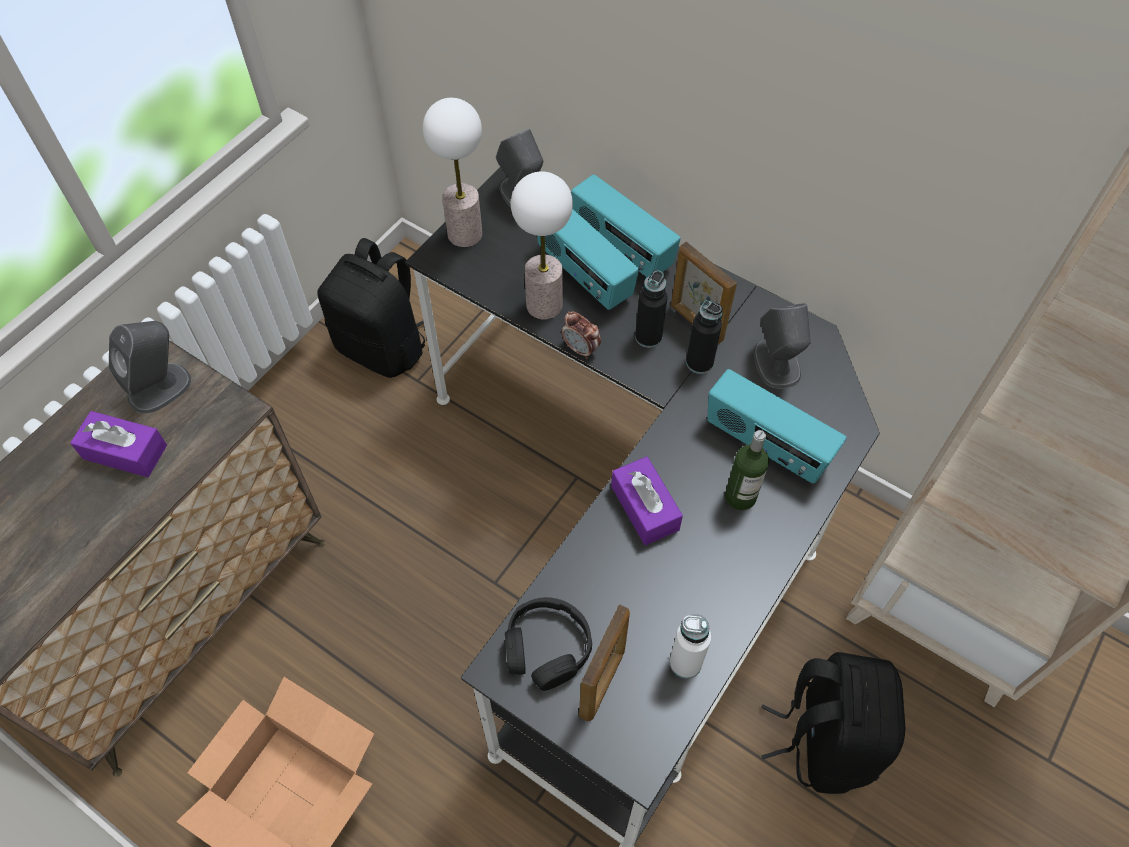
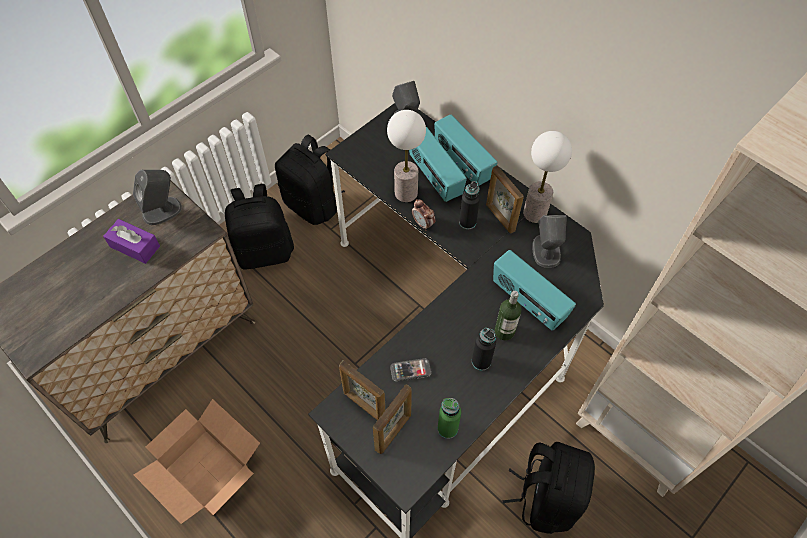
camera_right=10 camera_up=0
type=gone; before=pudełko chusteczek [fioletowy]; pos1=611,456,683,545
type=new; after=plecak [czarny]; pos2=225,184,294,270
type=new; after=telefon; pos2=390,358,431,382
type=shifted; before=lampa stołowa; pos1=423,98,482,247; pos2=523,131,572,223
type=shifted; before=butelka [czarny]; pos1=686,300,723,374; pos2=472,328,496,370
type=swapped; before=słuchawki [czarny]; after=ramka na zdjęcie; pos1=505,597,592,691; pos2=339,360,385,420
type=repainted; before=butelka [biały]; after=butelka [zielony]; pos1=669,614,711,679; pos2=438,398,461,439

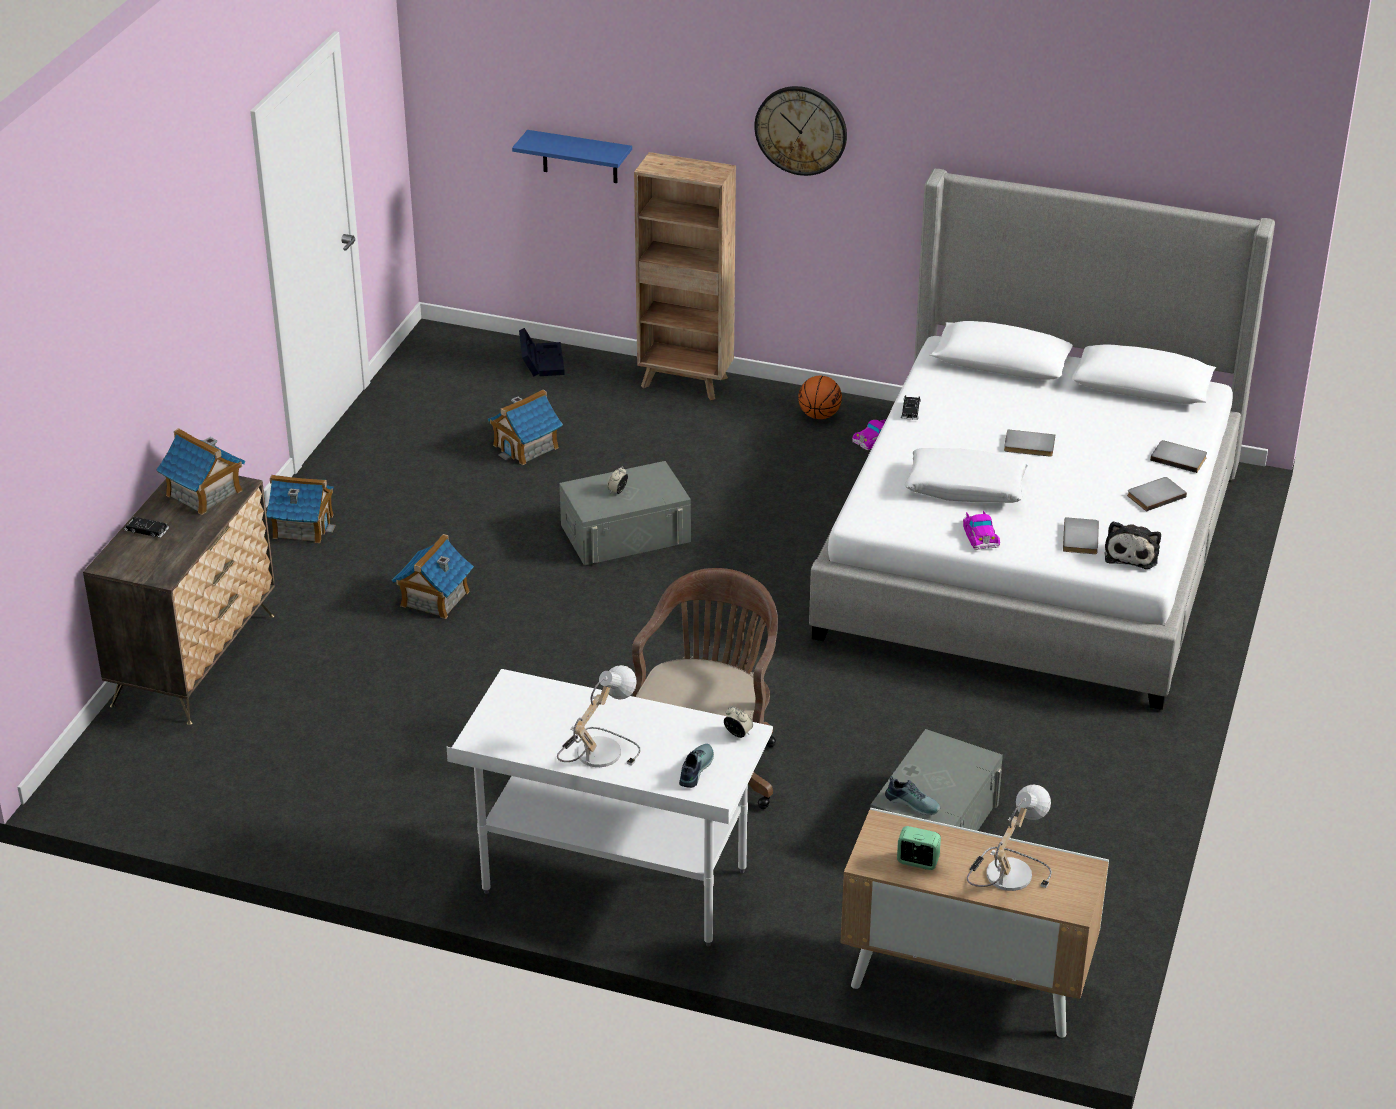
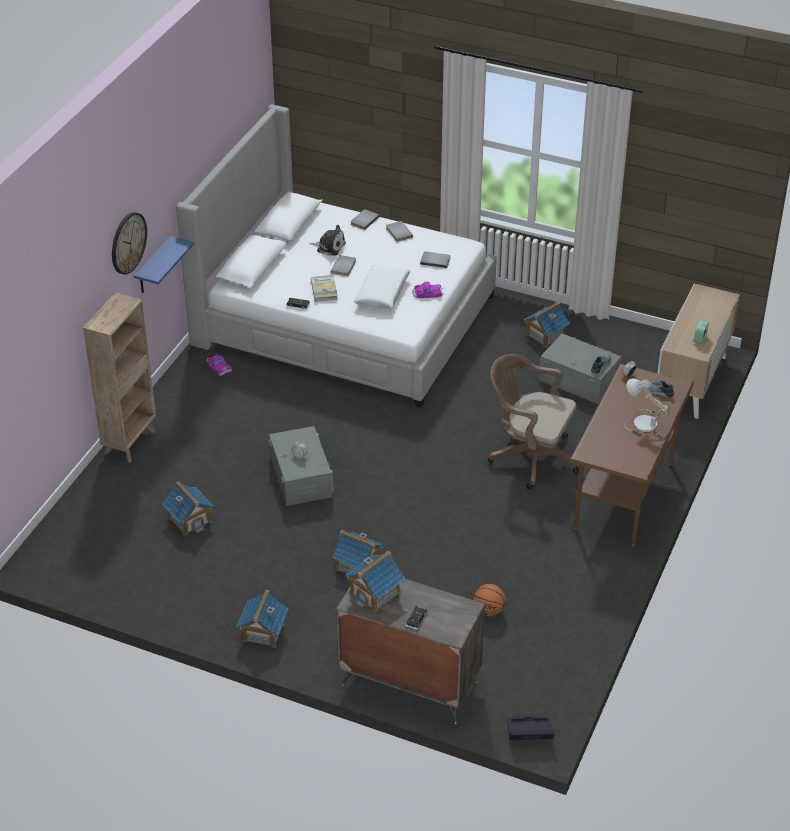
camera_right=-85 camera_up=5
type=gone; before=lampa stołowa; pos1=967,784,1052,891
type=new; after=książka; pos2=311,275,338,302
type=new; after=domek; pos2=523,302,570,348
type=shifted; before=półka [niebieski]; pos1=512,130,632,183; pos2=134,236,194,293
type=shifted; before=pojemnik do przechowywania [czarny]; pos1=519,328,565,376; pos2=508,716,555,740
type=shifted; before=piłka do koszykówki; pos1=798,376,842,419; pos2=473,584,506,616
type=shifted; before=pluszak; pos1=1105,521,1161,569; pos2=310,225,346,255
type=repainted; before=biurko [biały]; after=biurko [brązowy]; pos1=447,669,773,947; pos2=570,364,694,546

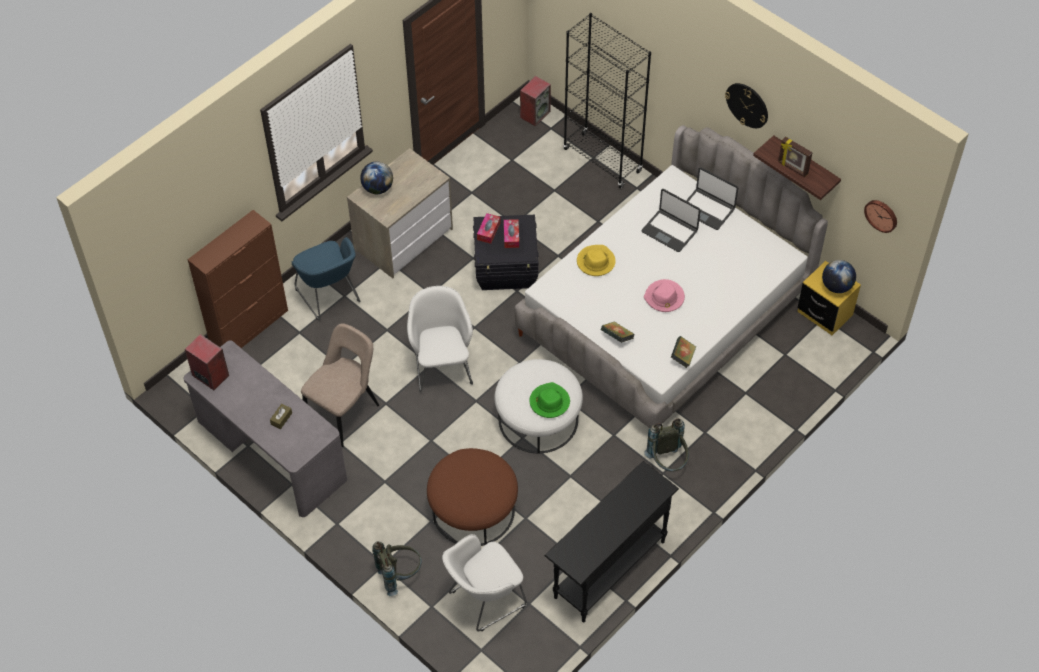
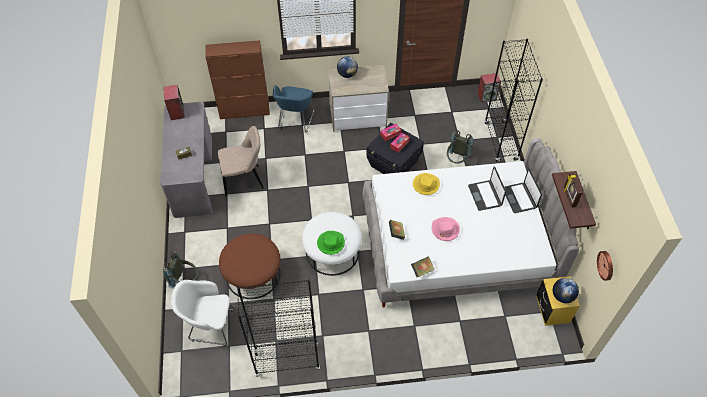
camera_right=40 camera_up=0
type=gone; before=fotel [biały]; pos1=407,286,473,392
type=gone; before=zegar ścienny; pos1=725,83,768,128
type=shifted; before=plecak [szary]; pos1=644,419,689,472; pos2=447,130,474,164
type=swapped; before=stolik konsolowy [czarny]; after=regał [czarny]; pos1=544,461,679,622; pos2=237,279,320,377

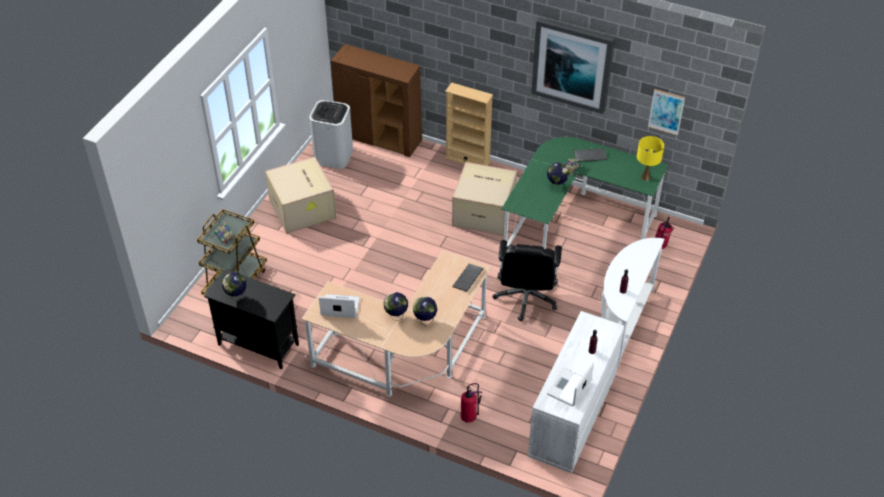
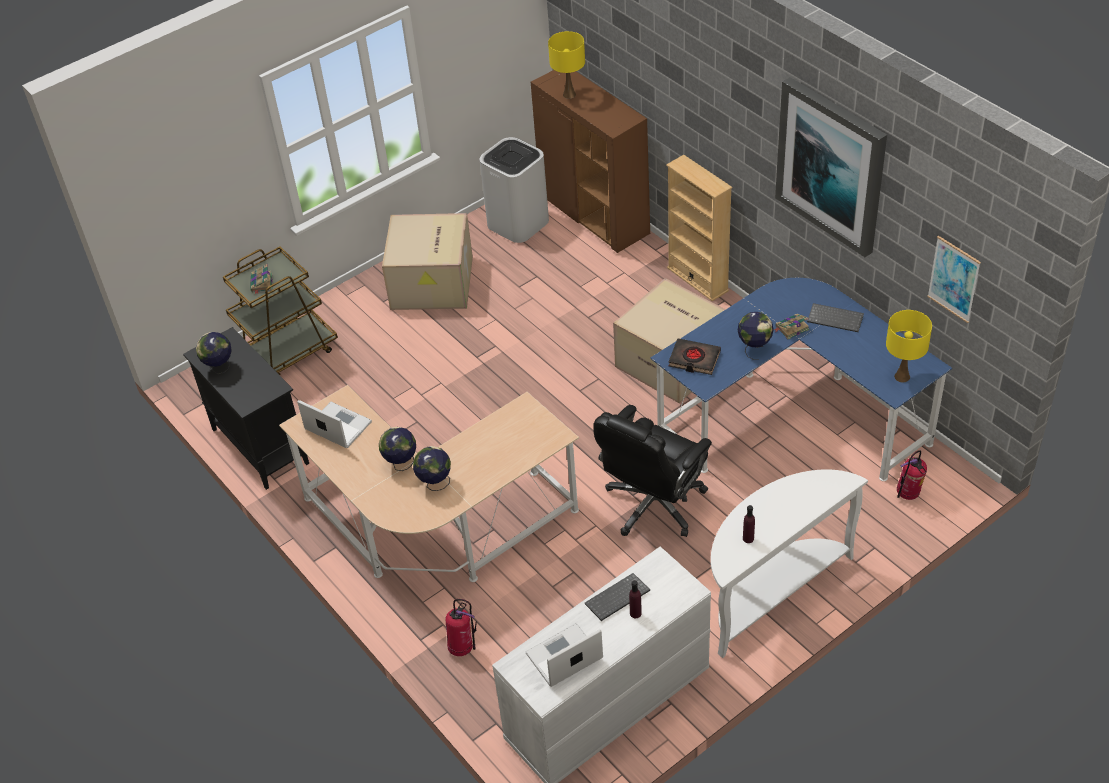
camera_right=30 camera_up=0
type=new; after=lampa stołowa [żółty]; pos2=548,31,585,99
type=new; after=książka [czarny]; pos2=668,338,721,375
type=shifted; before=klawiatura; pos1=452,264,483,292; pos2=585,573,650,621
type=repainted; before=biurko [zielony]; after=biurko [niebieski]; pos1=501,137,668,249; pos2=650,278,952,481

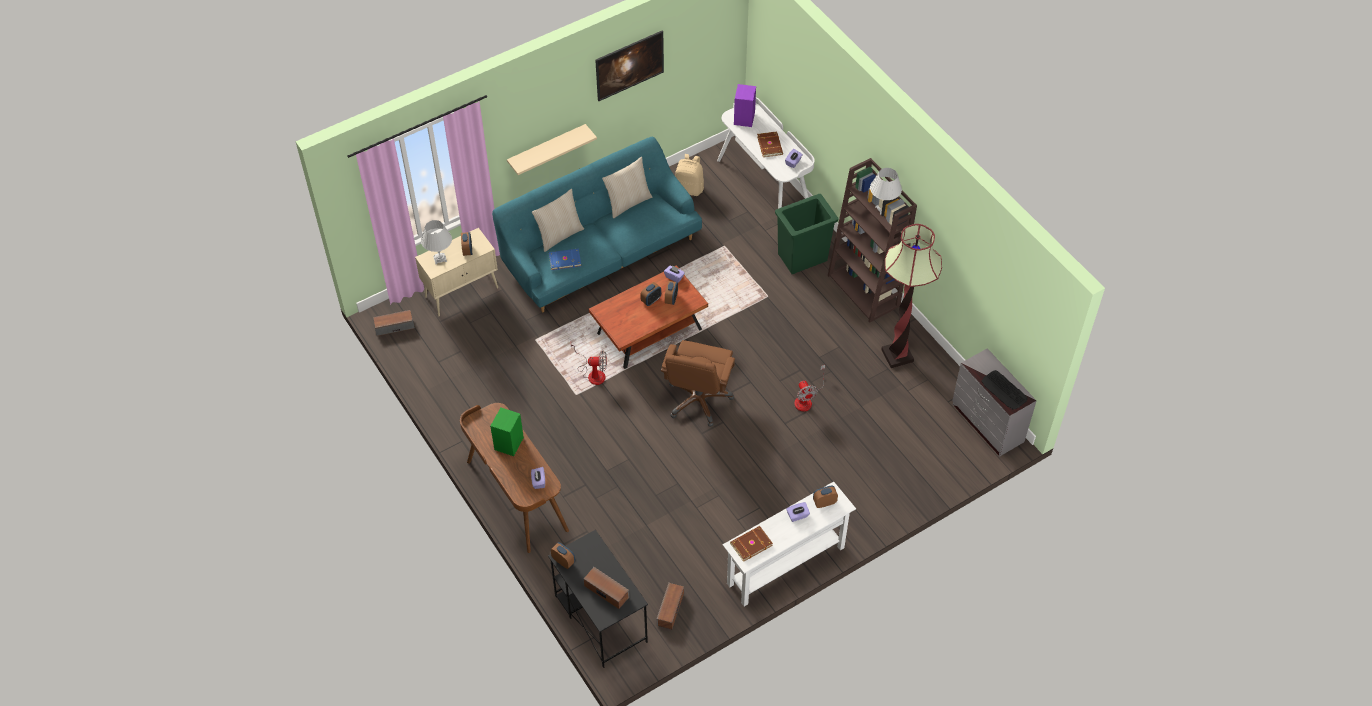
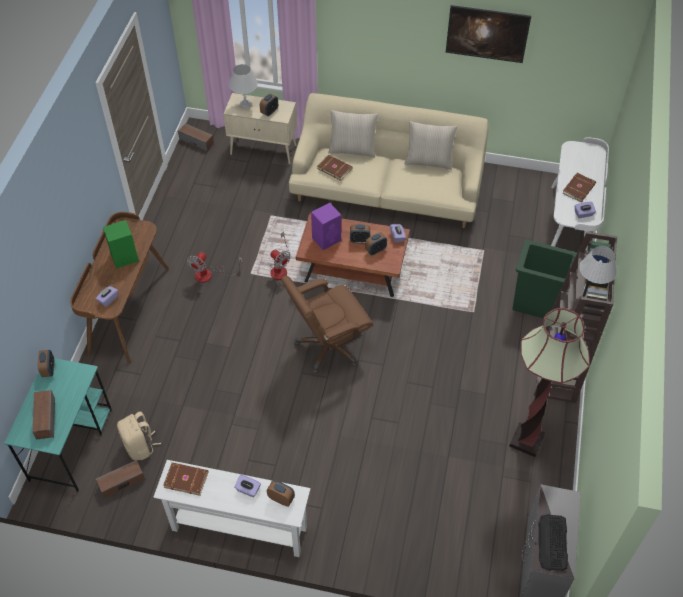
camera_right=45 camera_up=0
type=gone; before=półka [beżowy]; pos1=507,124,597,175
type=shifted; before=plecak [beżowy]; pos1=675,154,704,196; pos2=117,411,161,460
type=shifted; before=głośnik [fioletowy]; pos1=734,84,756,127; pos2=311,203,341,250
type=shifted; before=wentylator; pos1=794,365,825,412; pos2=187,252,243,283
type=repainted; before=kanapa [turkusowy]; after=kanapa [beżowy]; pos1=492,137,702,312; pos2=289,93,489,228
type=repainted; before=biurko [czarny]; after=biurko [turkusowy]; pos1=548,530,648,668; pos2=4,358,112,492
type=repainted; before=książka [niebieski]; after=książka [brązowy]; pos1=549,248,581,271; pos2=317,155,353,181

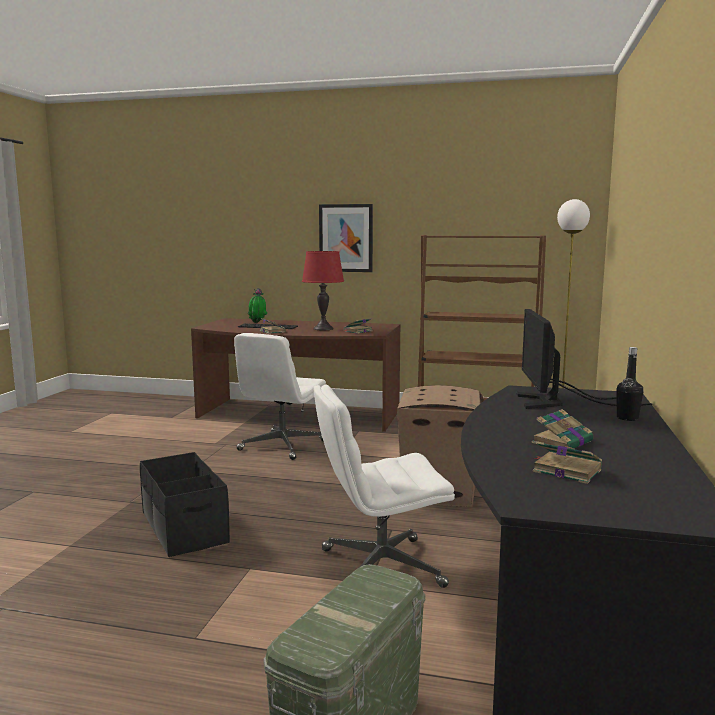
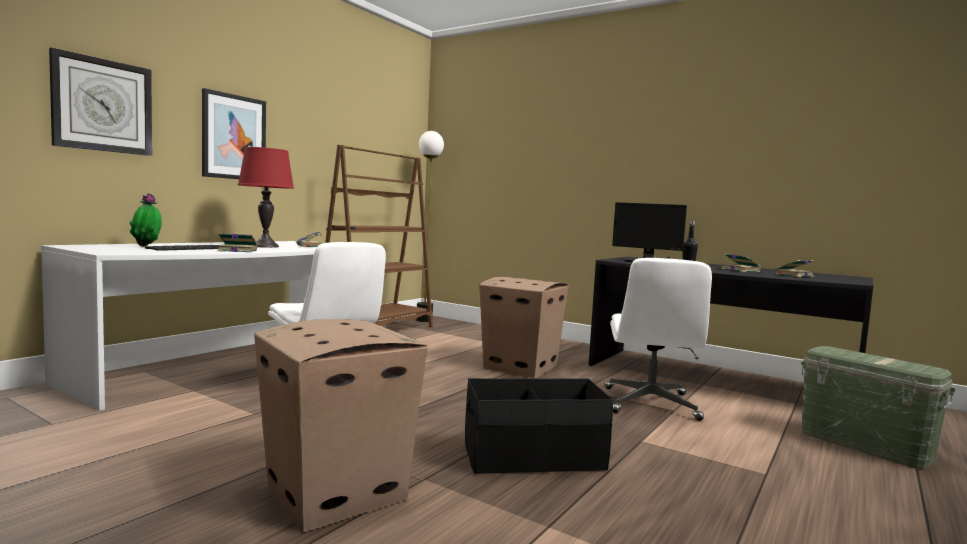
camera_right=-70 camera_up=-5
type=new; after=zegar ścienny; pos2=49,47,152,156
type=new; after=karton; pos2=254,319,427,532
type=repainted; before=biurko [brązowy]; after=biurko [biały]; pos1=191,318,401,432; pos2=41,241,317,411

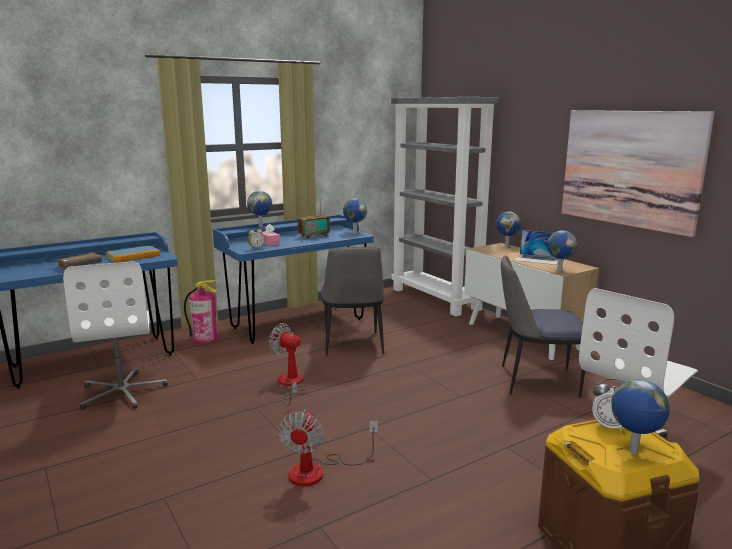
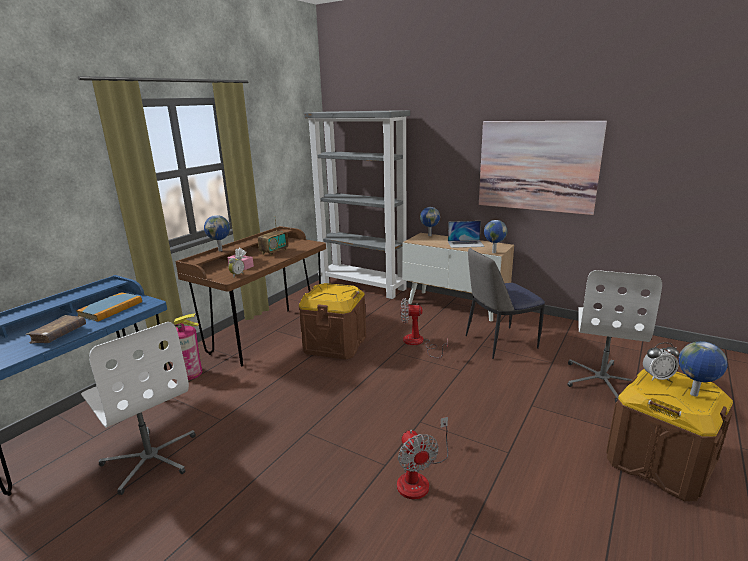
camera_right=-25 camera_up=5
type=gone; before=globus; pos1=343,198,367,234
type=shifted; before=wentylator; pos1=269,323,307,406; pos2=400,298,448,358
type=swapped; before=krzesło; after=pojemnik do przechowywania [brązowy]; pos1=321,247,384,356; pos2=299,283,366,360
type=repainted; before=biurko [niebieski]; after=biurko [brązowy]; pos1=213,215,374,344; pos2=175,226,326,366

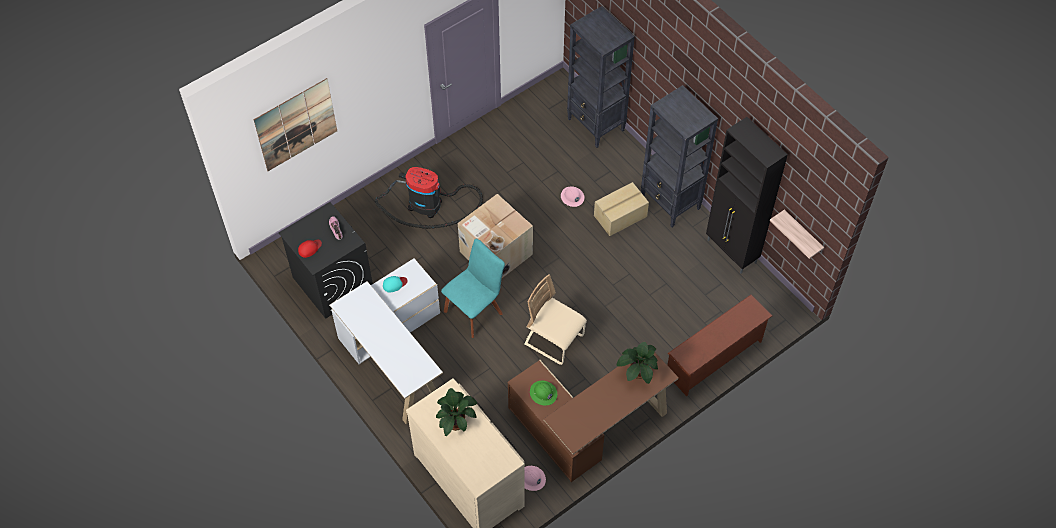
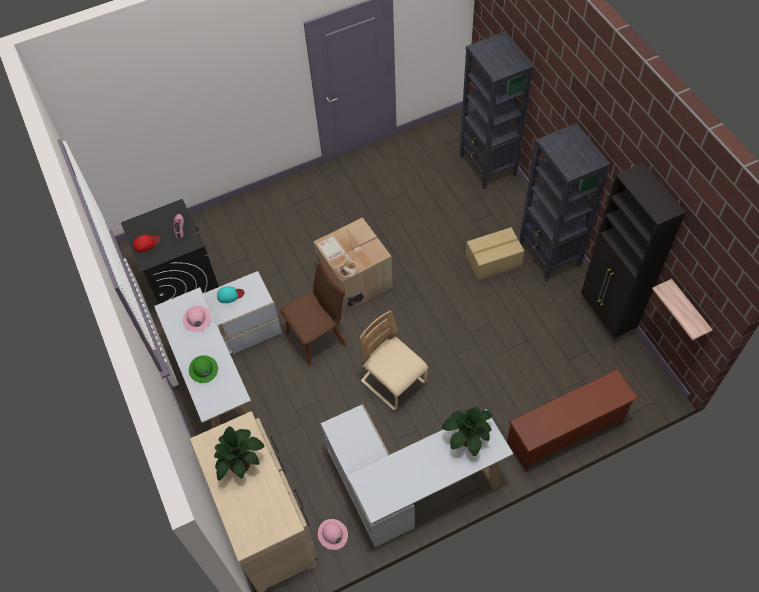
camera_right=15 camera_up=0
type=gone; before=obraz; pos1=253,78,337,171
type=gone; before=odkurzacz; pos1=375,167,483,229
type=shifted; before=kask [zielony]; pos1=530,381,557,406; pos2=189,355,218,383
type=shifted; before=kask [różowy]; pos1=561,186,584,207; pos2=183,306,211,332
type=repainted; before=krzesło [turkusowy]; after=krzesło [brązowy]; pos1=441,239,505,338; pos2=280,260,346,365
type=repainted; before=biurko [brązowy]; after=biurko [biały]; pos1=507,353,679,482; pos2=321,404,513,547

